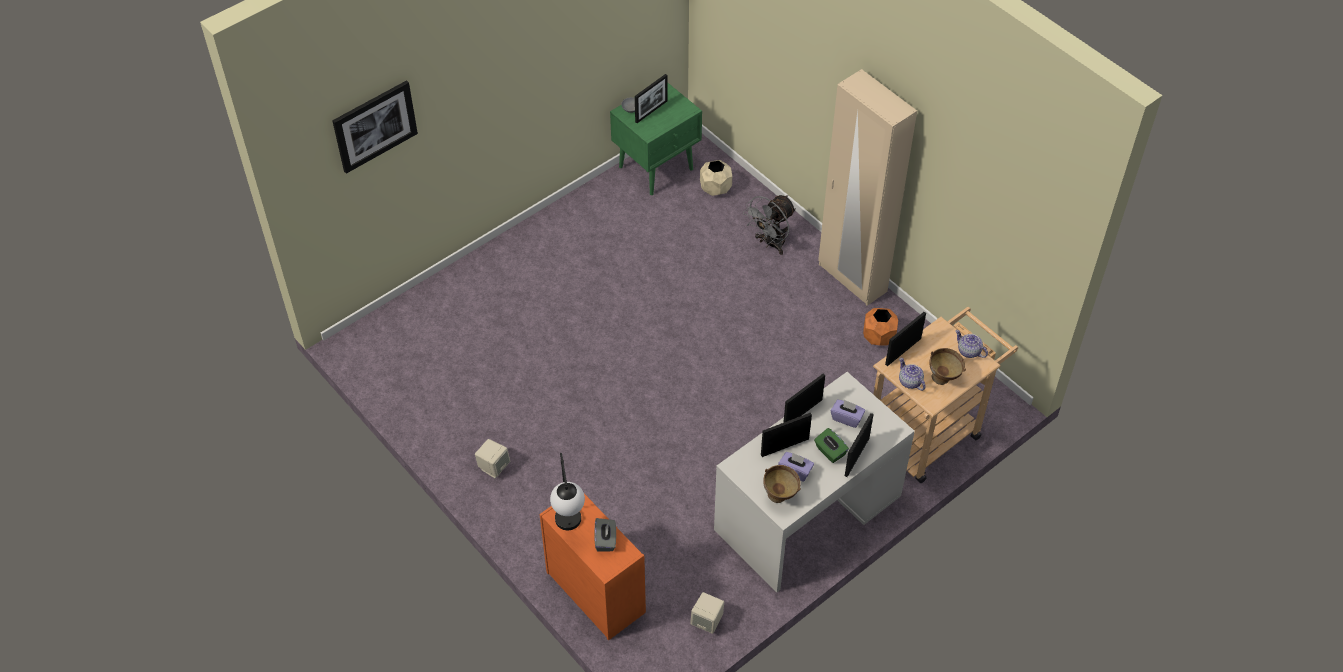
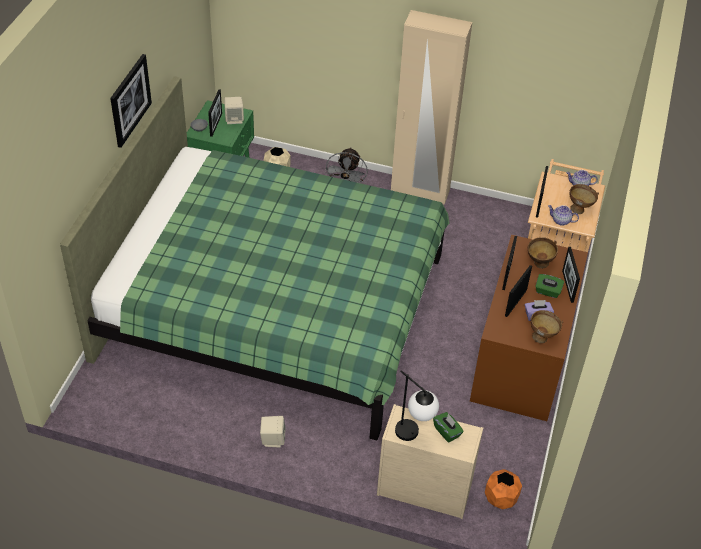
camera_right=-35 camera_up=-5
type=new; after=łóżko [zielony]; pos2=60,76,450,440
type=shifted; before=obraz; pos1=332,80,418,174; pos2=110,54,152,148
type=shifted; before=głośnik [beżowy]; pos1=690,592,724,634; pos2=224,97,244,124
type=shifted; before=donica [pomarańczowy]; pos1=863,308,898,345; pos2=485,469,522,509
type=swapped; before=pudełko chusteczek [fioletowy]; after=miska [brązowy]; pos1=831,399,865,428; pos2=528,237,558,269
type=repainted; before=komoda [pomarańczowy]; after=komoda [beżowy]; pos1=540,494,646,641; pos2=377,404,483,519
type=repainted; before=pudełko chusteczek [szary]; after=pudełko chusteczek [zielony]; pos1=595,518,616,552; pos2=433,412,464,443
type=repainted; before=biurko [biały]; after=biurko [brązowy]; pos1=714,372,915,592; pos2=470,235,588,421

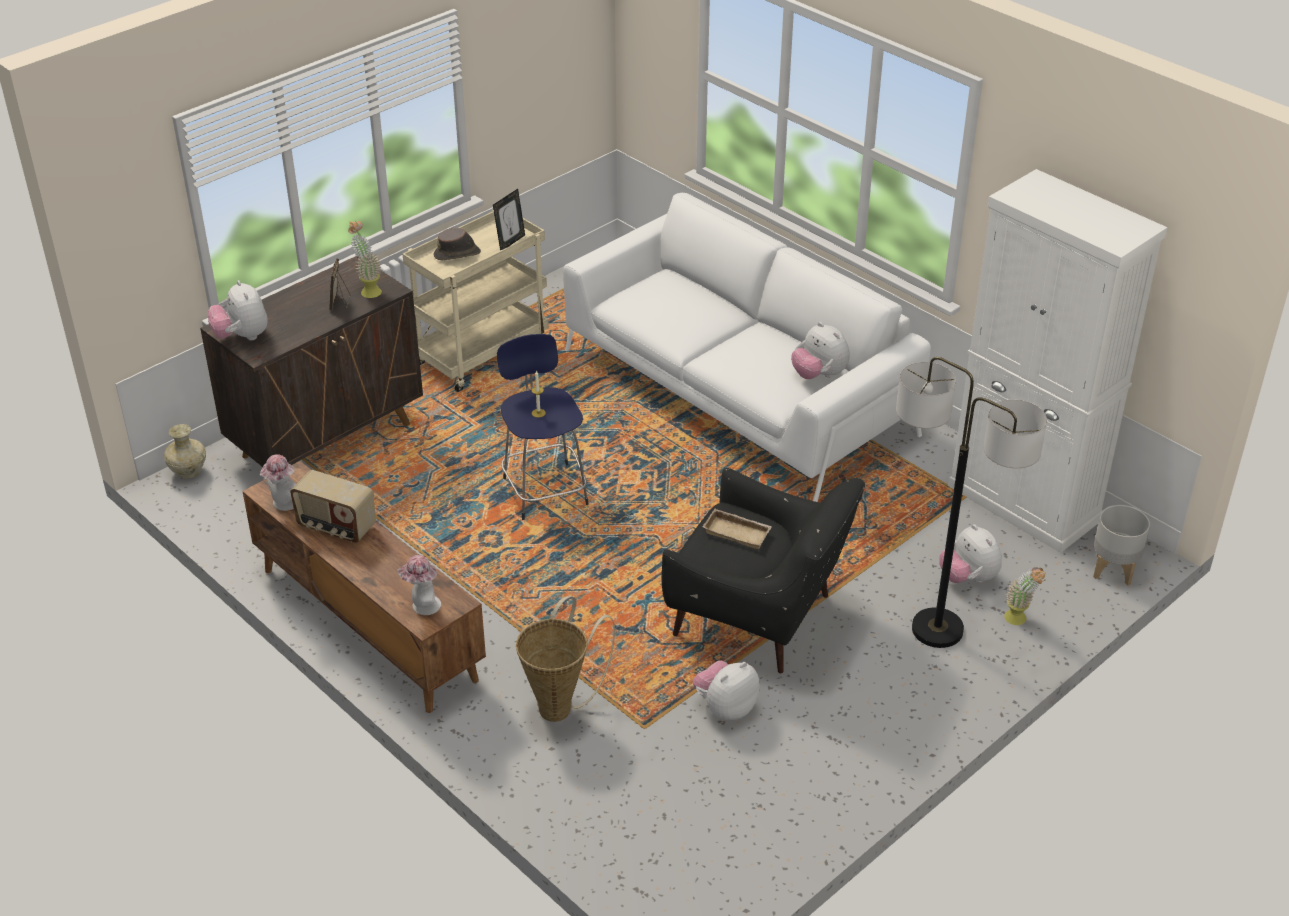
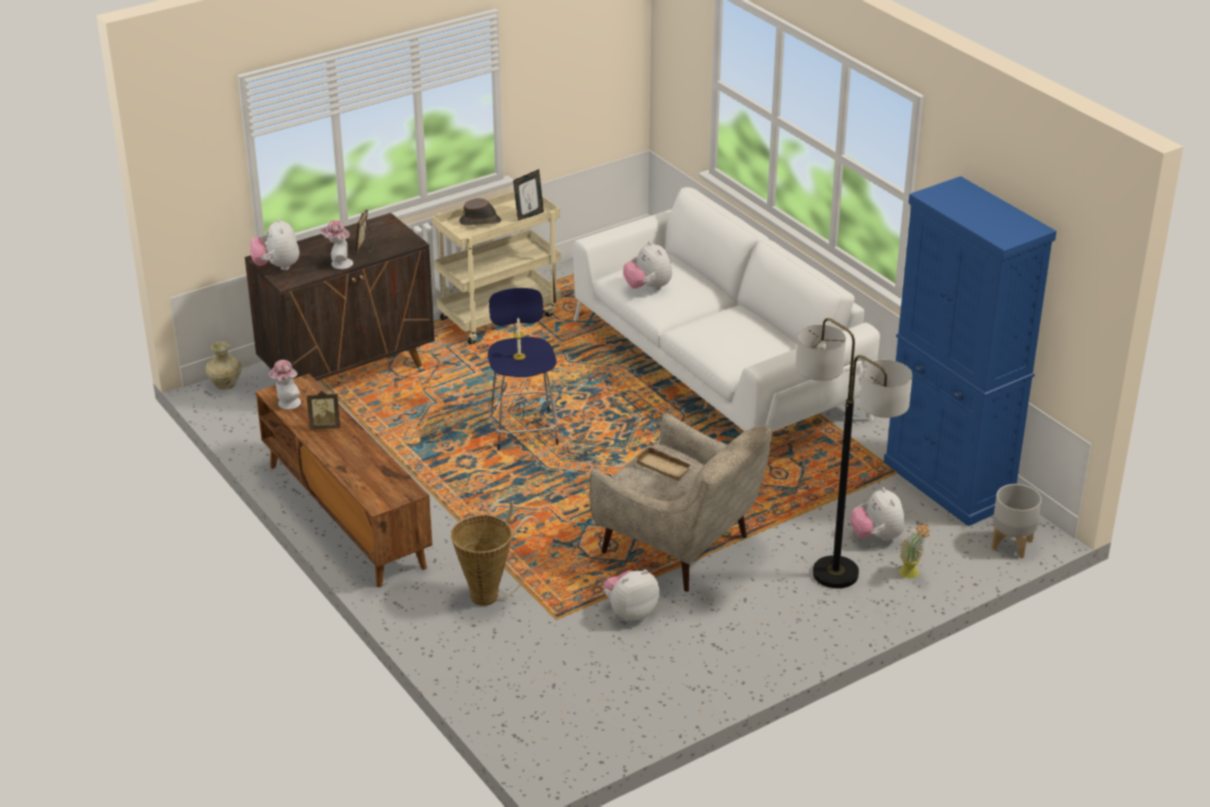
camera_right=10 camera_up=-5
type=gone; before=roślina doniczkowa; pos1=348,221,382,298
type=shifted; before=kapelusz; pos1=398,555,441,615; pos2=320,220,353,269
type=shifted; before=pluszak; pos1=791,322,850,379; pos2=623,241,672,290
type=swapped; before=radio; after=ramka na zdjęcie; pos1=290,470,376,543; pos2=307,391,340,430
type=repainted; before=fotel [czarny]; after=fotel [beżowy]; pos1=661,468,865,673; pos2=589,413,773,592
type=repainted; before=szafka [biały]; after=szafka [niebieski]; pos1=948,169,1168,553; pos2=884,176,1056,526

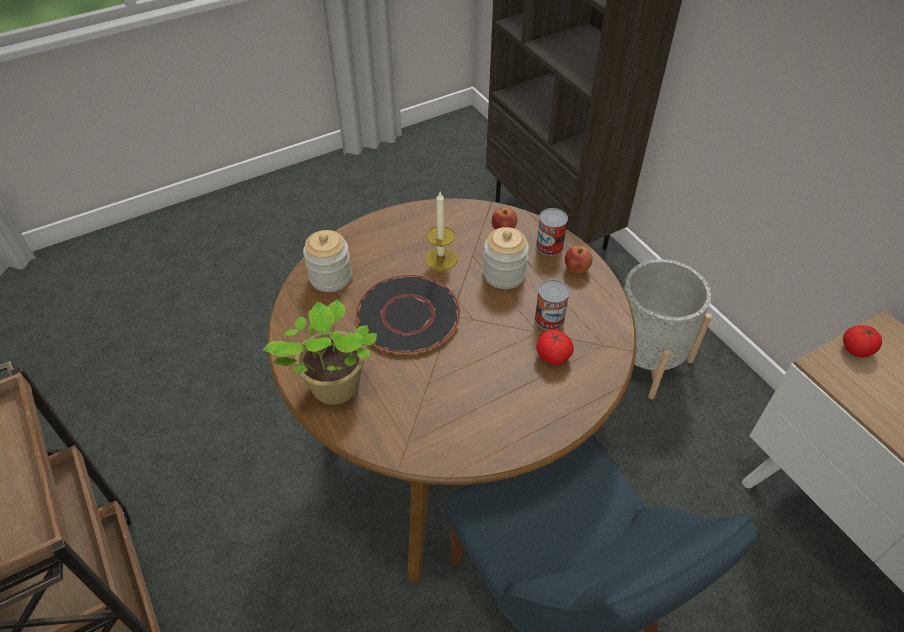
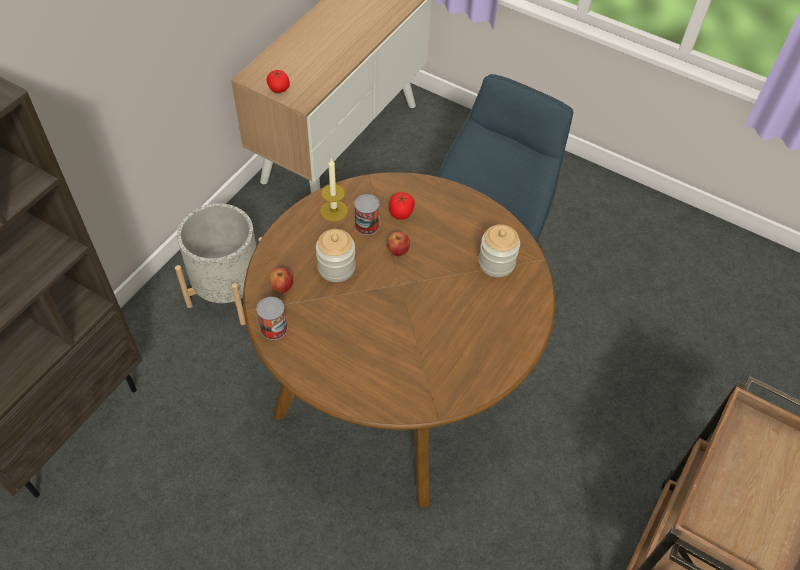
camera_right=-120 camera_up=5
type=gone; before=roślina doniczkowa; pos1=263,299,377,405
type=gone; before=talerz [czarny]; pos1=355,275,460,354
type=shifted; before=słoik; pos1=303,230,352,292; pos2=478,224,520,277
type=shifted; before=świeca; pos1=425,192,457,271; pos2=320,159,348,222
type=shifted; before=puszka; pos1=536,208,568,256; pos2=257,297,287,340
type=shifted; before=jabłko; pos1=565,245,592,273; pos2=387,232,410,256

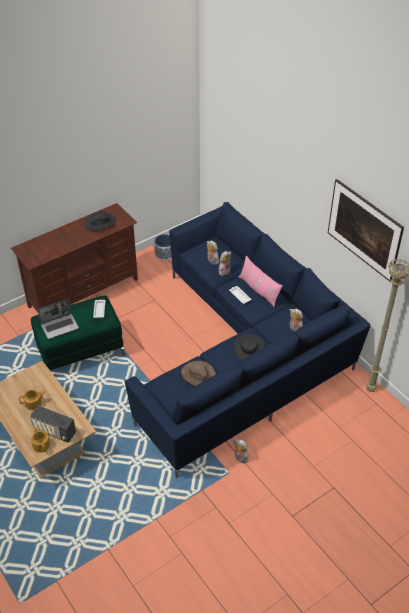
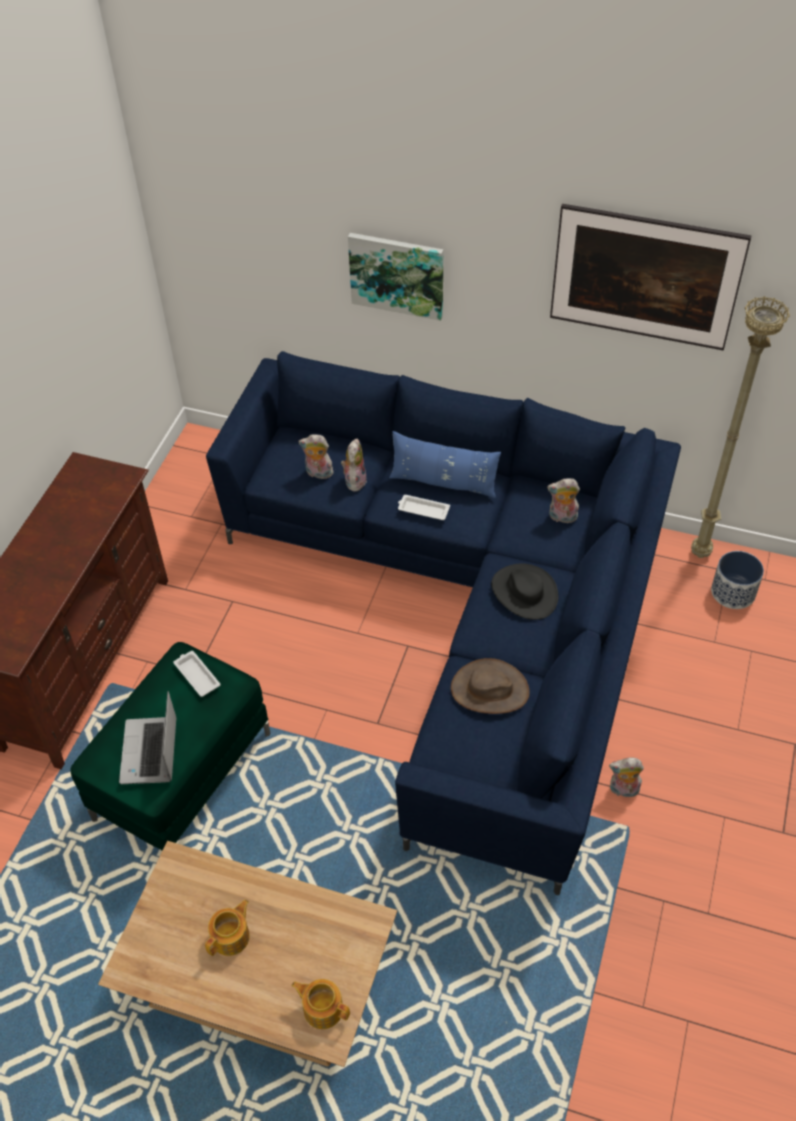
camera_right=-35 camera_up=5
type=gone; before=radio; pos1=30,405,76,443
type=gone; before=kapelusz [czarny]; pos1=84,211,117,231
type=new; after=obraz; pos2=348,233,444,321
type=shifted; before=donica; pos1=154,234,172,260; pos2=711,551,764,609
type=repainted; before=poduszka [różowy]; after=poduszka [niebieski]; pos1=239,255,283,307; pos2=389,431,501,498
type=rotated; before=laptop; pos1=37,299,79,339; pos2=119,691,176,784; turn=150

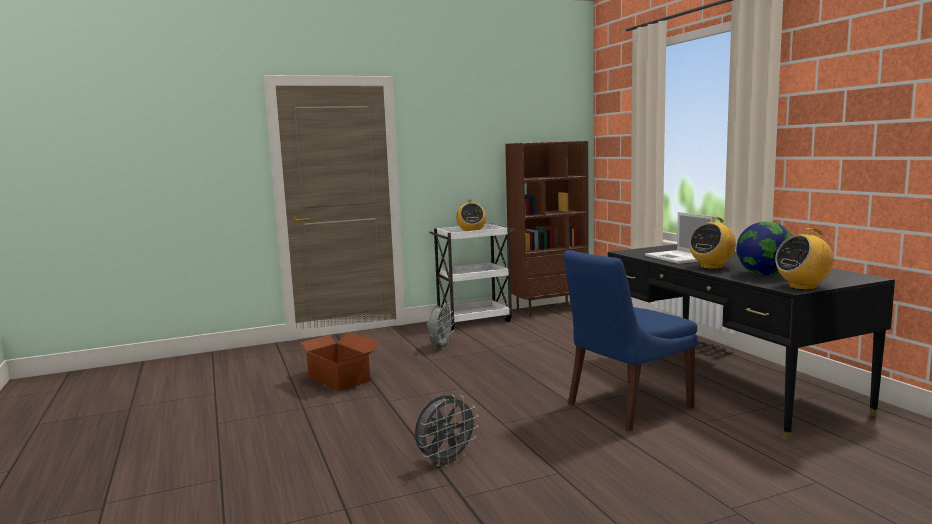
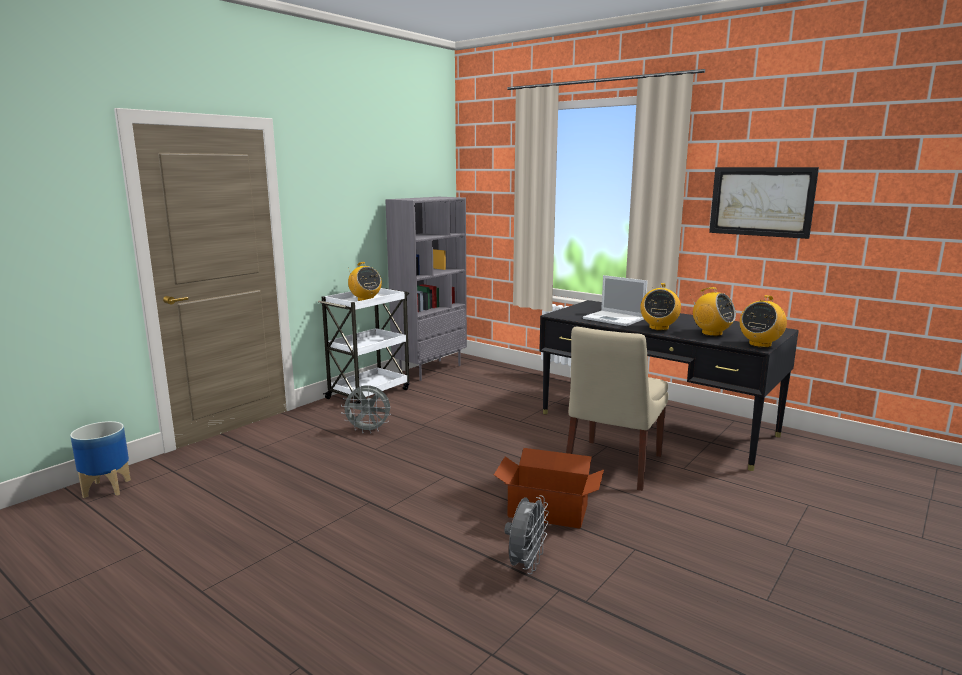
camera_right=-30 camera_up=5
type=new; after=donica; pos2=70,421,131,498
type=new; after=obraz; pos2=709,167,819,239
type=shifted; before=karton; pos1=293,332,380,391; pos2=494,448,604,529
type=swapped; before=globus; after=radio; pos1=736,221,793,276; pos2=692,287,736,336
type=repainted; before=regał [brązowy]; after=regał [szary]; pos1=505,141,589,317; pos2=385,197,467,381
type=repainted; before=krzesło [niebieski]; after=krzesło [beżowy]; pos1=563,250,698,431; pos2=566,327,669,491
type=rotated; before=wentylator [szary]; pos1=427,303,455,349; pos2=341,385,391,434; turn=105

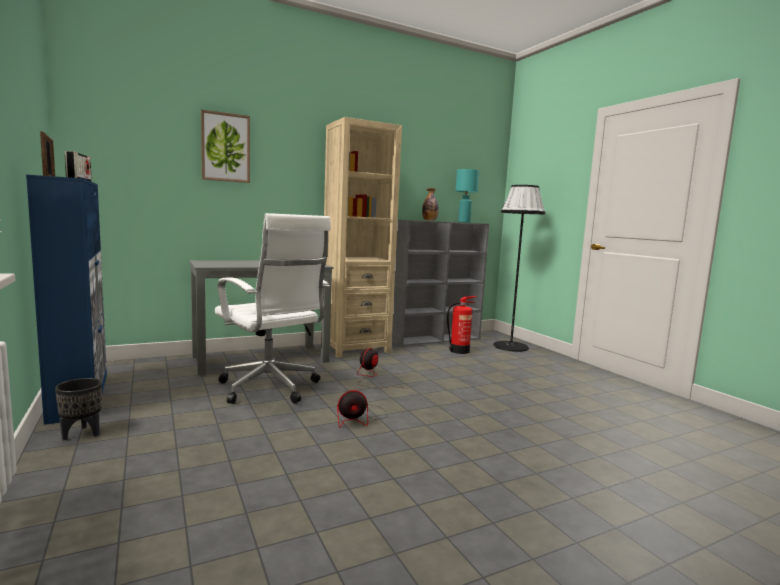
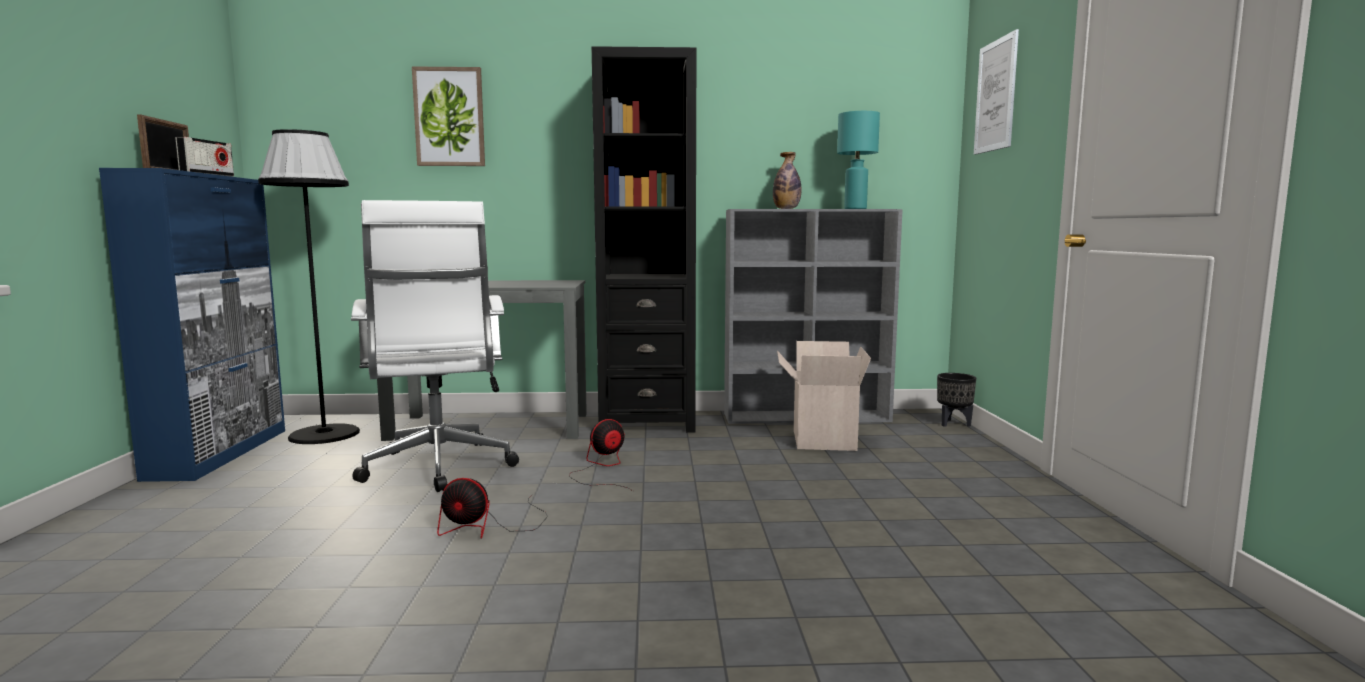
camera_right=25 camera_up=0
type=new; after=obraz; pos2=974,29,1019,155
type=shifted; before=donica [czarny]; pos1=55,378,102,441; pos2=937,373,976,427
type=shifted; before=lampa stojąca [czarny]; pos1=493,185,545,352; pos2=258,129,360,444
type=swapped; before=gaśnica; after=karton; pos1=447,296,476,354; pos2=777,341,871,451
type=repainted; before=regał [beżowy]; after=regał [czarny]; pos1=321,117,402,358; pos2=592,46,696,433

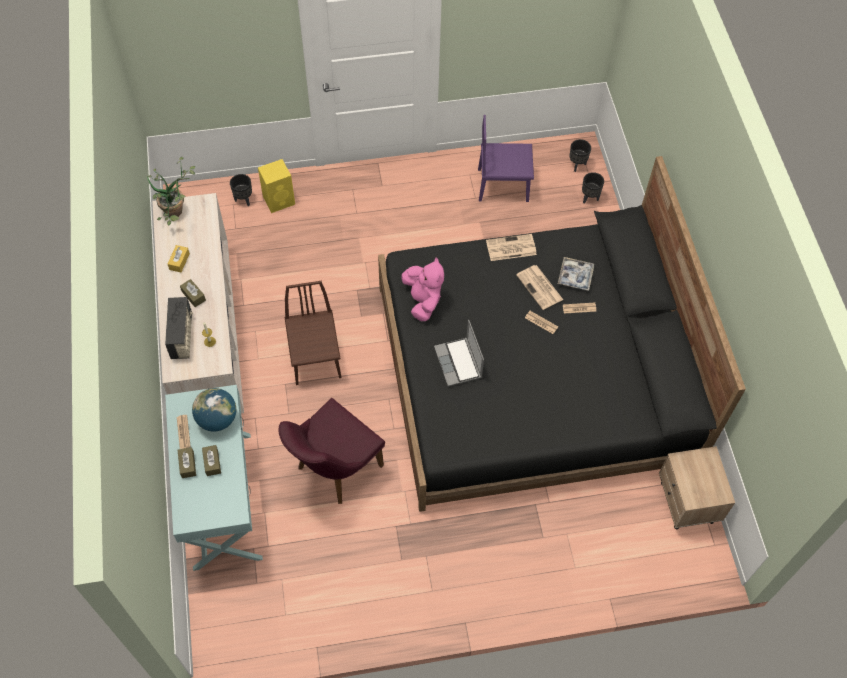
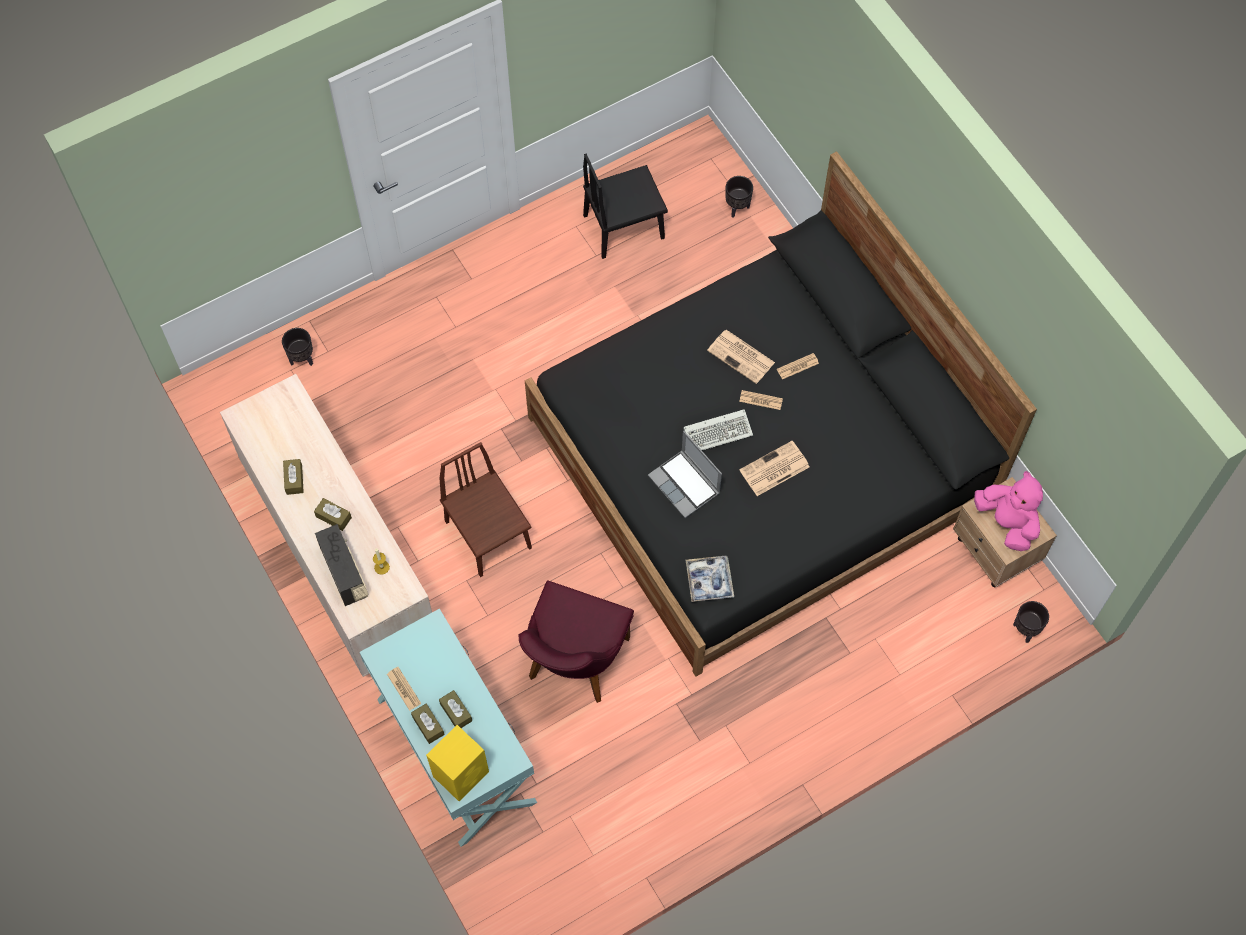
camera_right=-20 camera_up=5
type=gone; before=roślina doniczkowa; pos1=147,157,195,226
type=gone; before=globus; pos1=192,388,236,432
type=new; after=klawiatura; pos2=683,409,753,450
type=shifted; before=głośnik [żółty]; pos1=258,159,295,213; pos2=426,725,489,802
type=shifted; before=pluszak [różowy]; pos1=401,257,444,321; pos2=974,471,1043,551
type=shifted; before=gazeta; pos1=486,234,537,261; pos2=739,441,810,496
type=shifted; before=taca; pos1=558,257,594,291; pos2=686,556,734,602
type=shifted; before=donica [czarny]; pos1=570,139,591,172; pos2=1013,601,1049,643
type=repainted; before=pudełko chusteczek [żółty]; after=pudełko chusteczek [brązowy]; pos1=168,245,190,272; pos2=283,459,304,495
type=repainted; before=krzesło [fioletowy]; after=krzesło [czarny]; pos1=478,115,534,202; pos2=583,154,668,259

